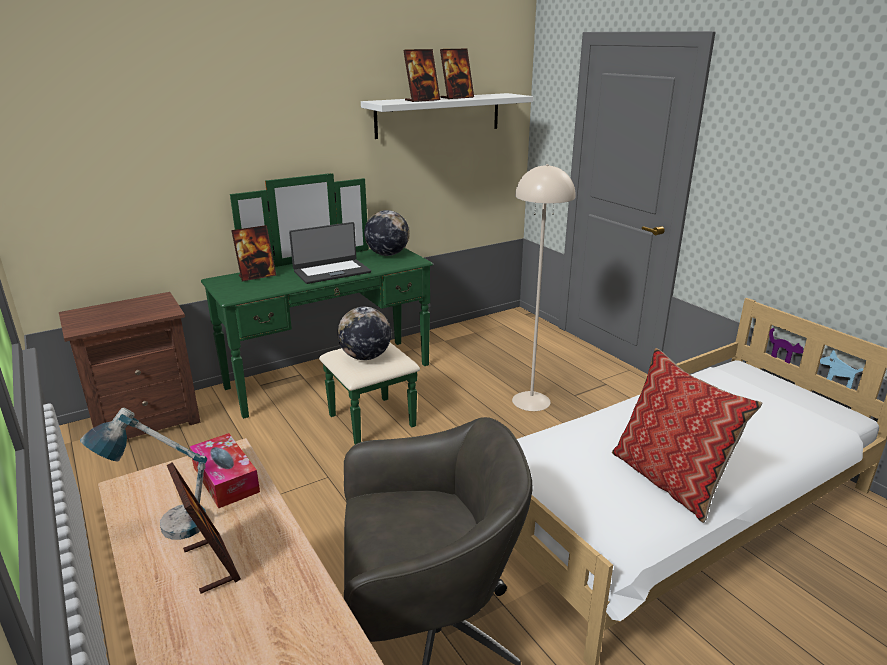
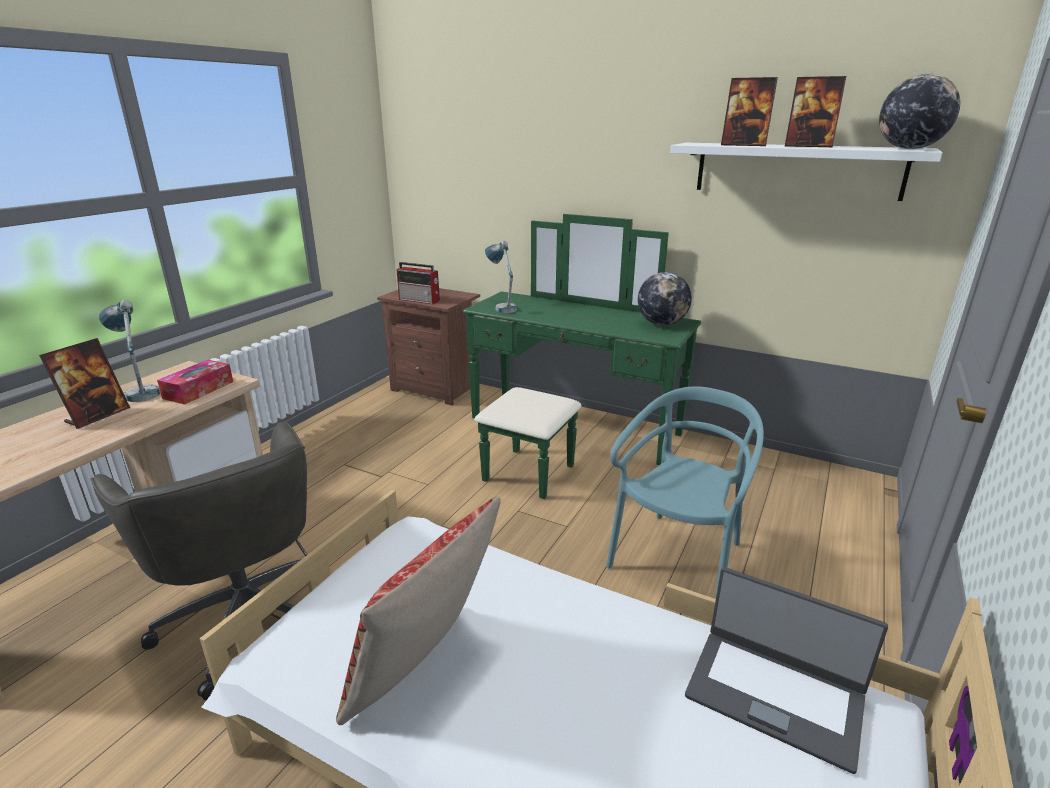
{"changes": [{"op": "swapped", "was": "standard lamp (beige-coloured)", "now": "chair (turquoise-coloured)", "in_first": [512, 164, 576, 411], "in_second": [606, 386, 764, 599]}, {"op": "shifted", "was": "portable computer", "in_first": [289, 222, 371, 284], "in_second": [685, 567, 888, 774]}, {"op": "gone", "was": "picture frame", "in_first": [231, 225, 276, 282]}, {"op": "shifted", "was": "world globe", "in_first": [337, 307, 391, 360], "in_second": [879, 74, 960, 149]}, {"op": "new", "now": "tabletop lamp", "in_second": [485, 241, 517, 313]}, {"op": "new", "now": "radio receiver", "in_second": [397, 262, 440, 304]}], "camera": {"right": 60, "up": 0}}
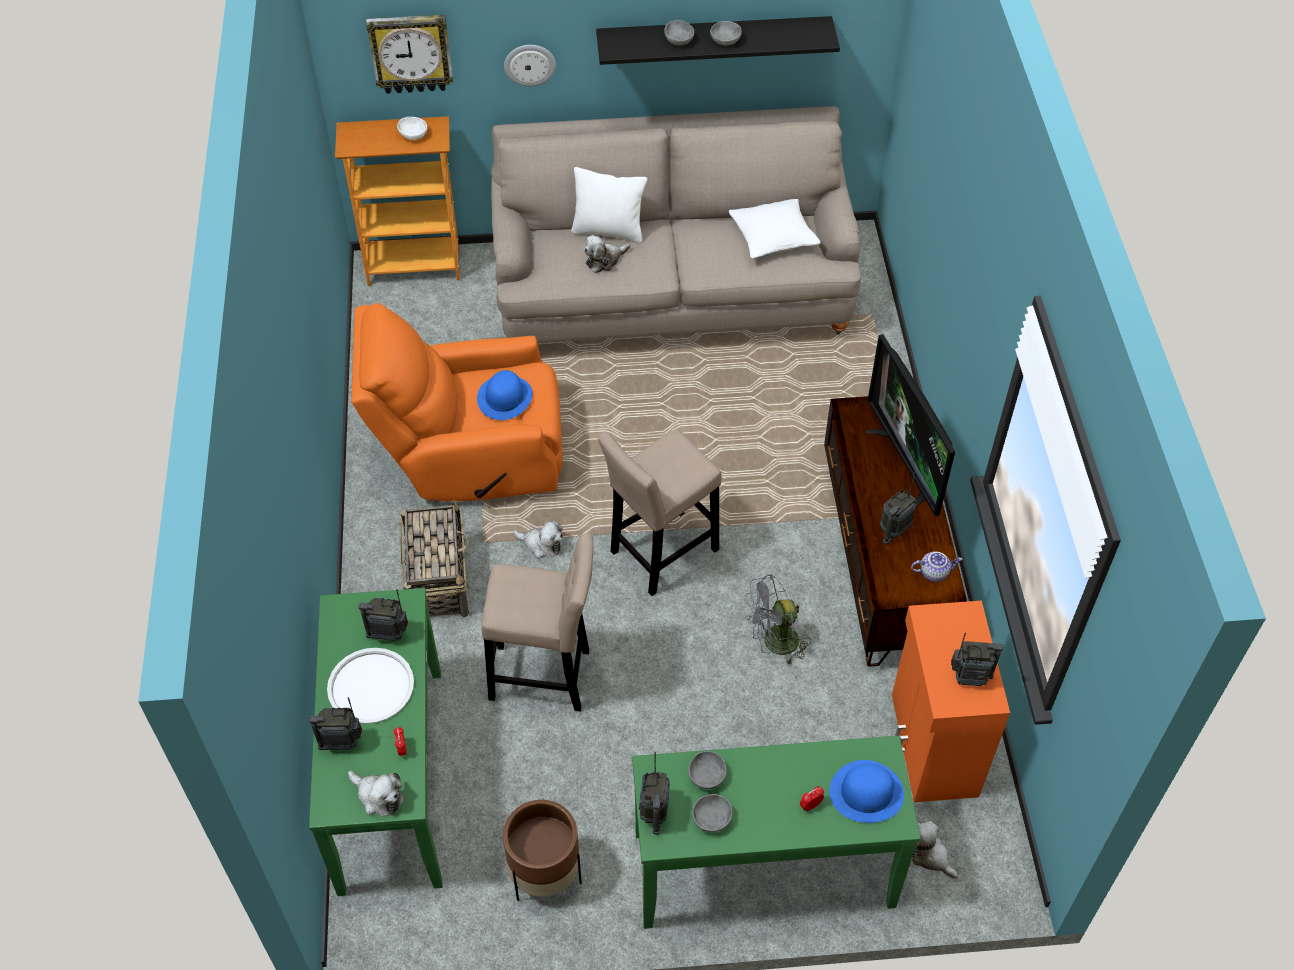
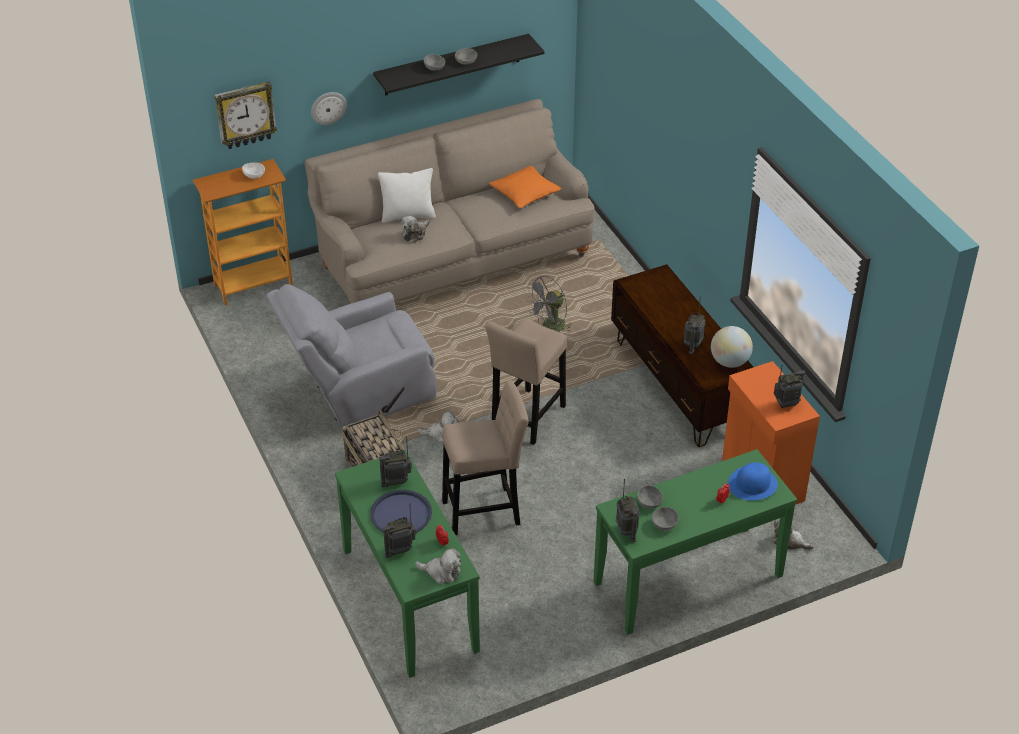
{"changes": [{"op": "repainted", "was": "cushion (white)", "now": "cushion (orange)", "in_first": [729, 199, 820, 259], "in_second": [489, 166, 561, 209]}, {"op": "repainted", "was": "easy chair (orange)", "now": "easy chair (greyish)", "in_first": [351, 303, 563, 501], "in_second": [266, 284, 437, 426]}, {"op": "gone", "was": "TV", "in_first": [867, 334, 955, 516]}, {"op": "gone", "was": "hat (blue)", "in_first": [477, 370, 533, 420]}, {"op": "swapped", "was": "tea pot", "now": "world globe", "in_first": [911, 551, 962, 582], "in_second": [711, 326, 753, 368]}, {"op": "shifted", "was": "fan (greyish)", "in_first": [745, 574, 811, 666], "in_second": [525, 276, 571, 335]}, {"op": "repainted", "was": "tray (white)", "now": "tray (blue)", "in_first": [327, 648, 414, 724], "in_second": [370, 490, 432, 533]}, {"op": "gone", "was": "flower pot (brown)", "in_first": [503, 800, 582, 901]}], "camera": {"right": -20, "up": -10}}
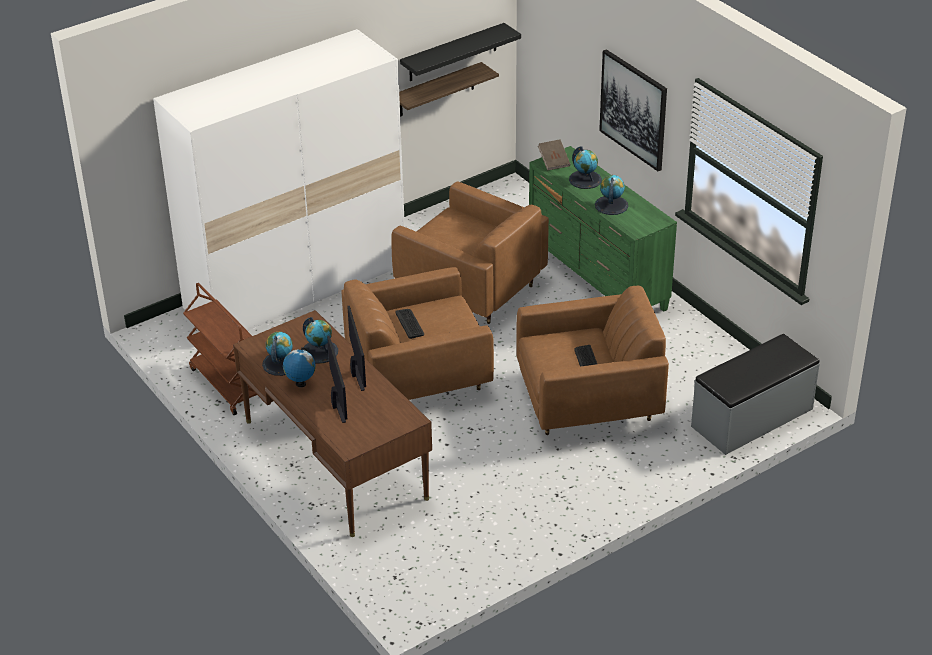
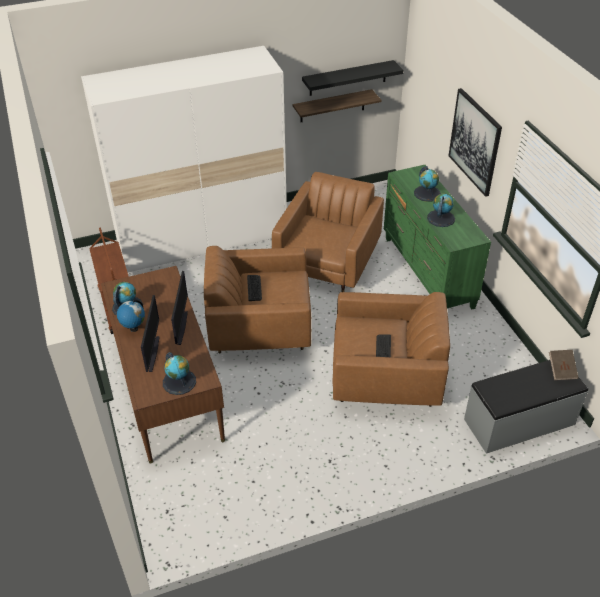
{"changes": [{"op": "shifted", "was": "bound book (brown)", "in_first": [538, 140, 571, 171], "in_second": [549, 350, 579, 380]}, {"op": "rotated", "was": "easy chair (brown)", "in_first": [391, 181, 549, 324], "in_second": [272, 172, 384, 292], "clockwise": -120}, {"op": "shifted", "was": "world globe", "in_first": [303, 317, 338, 364], "in_second": [163, 352, 196, 395]}], "camera": {"right": 15, "up": 5}}
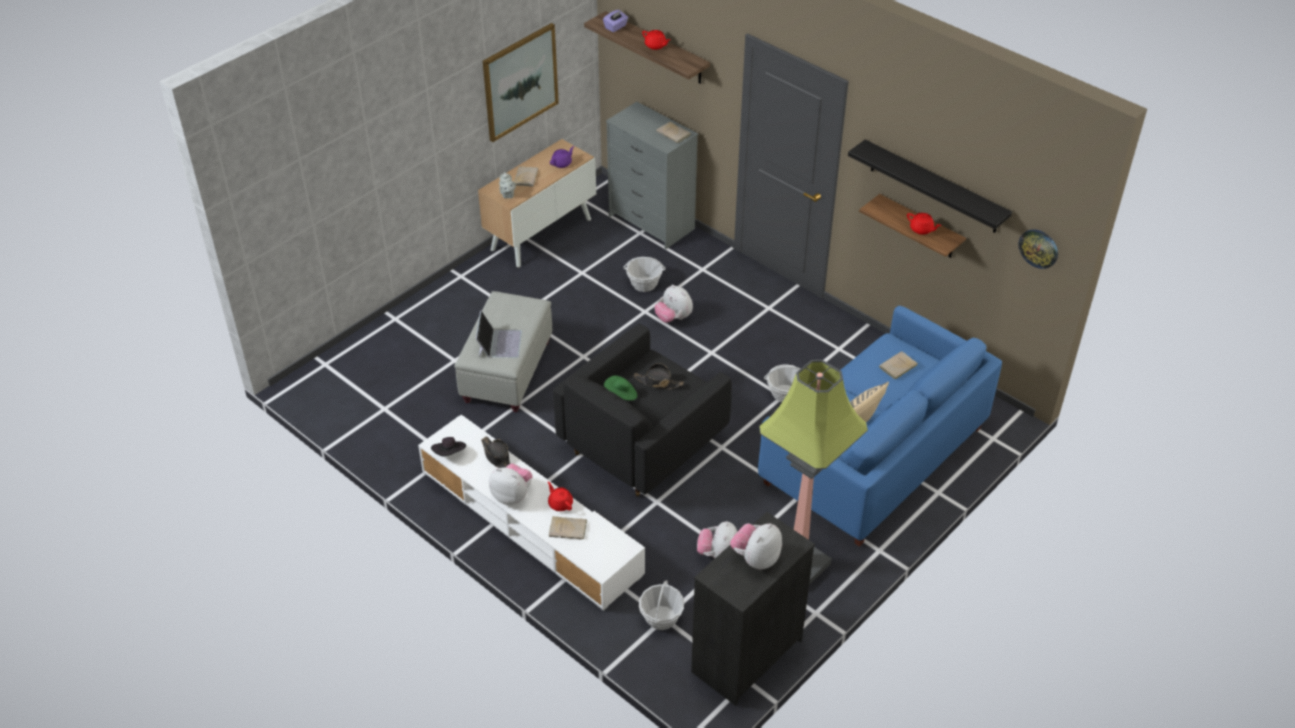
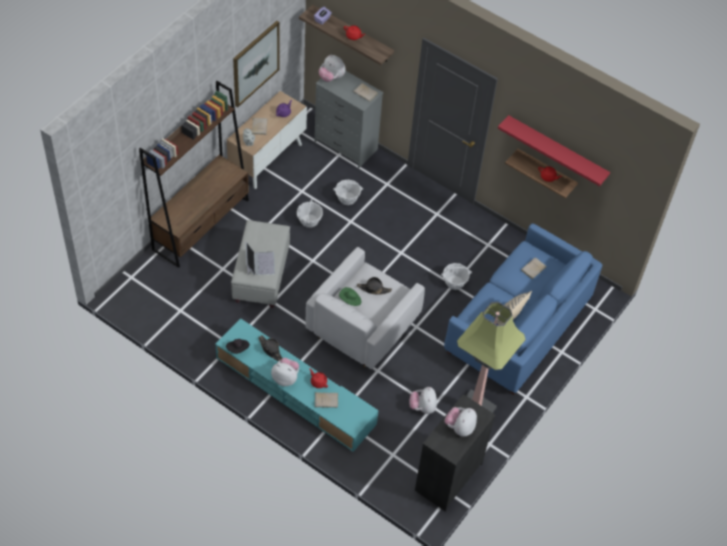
{"changes": [{"op": "repainted", "was": "bracket shelf (black-coloured)", "now": "bracket shelf (red-coloured)", "in_first": [848, 140, 1012, 233], "in_second": [498, 115, 610, 186]}, {"op": "gone", "was": "hanging clock", "in_first": [1018, 229, 1058, 269]}, {"op": "shifted", "was": "plush toy", "in_first": [655, 285, 693, 323], "in_second": [319, 55, 346, 82]}, {"op": "repainted", "was": "easy chair (black-coloured)", "now": "easy chair (white)", "in_first": [553, 324, 732, 497], "in_second": [305, 247, 425, 369]}, {"op": "repainted", "was": "tv unit (white)", "now": "tv unit (turquoise-coloured)", "in_first": [418, 415, 645, 611], "in_second": [215, 318, 379, 452]}, {"op": "shifted", "was": "storage basket", "in_first": [639, 581, 684, 630], "in_second": [297, 199, 323, 228]}, {"op": "new", "now": "bookcase (brown)", "in_second": [139, 81, 249, 268]}], "camera": {"right": -10, "up": 10}}
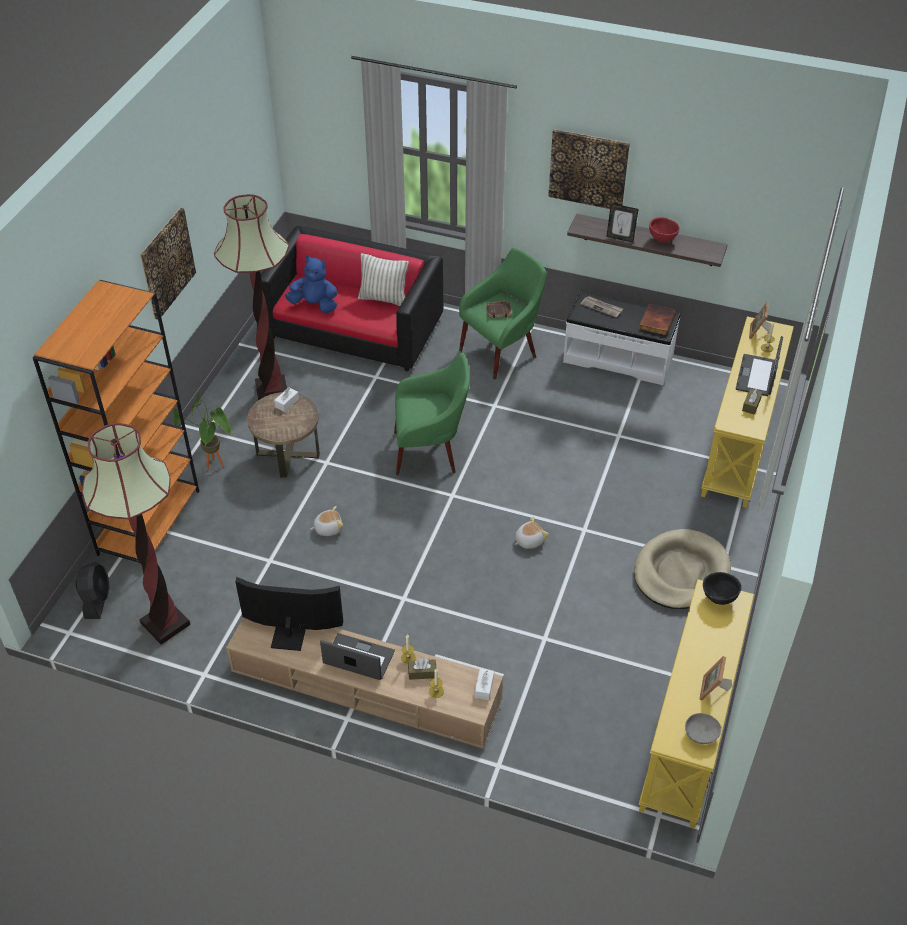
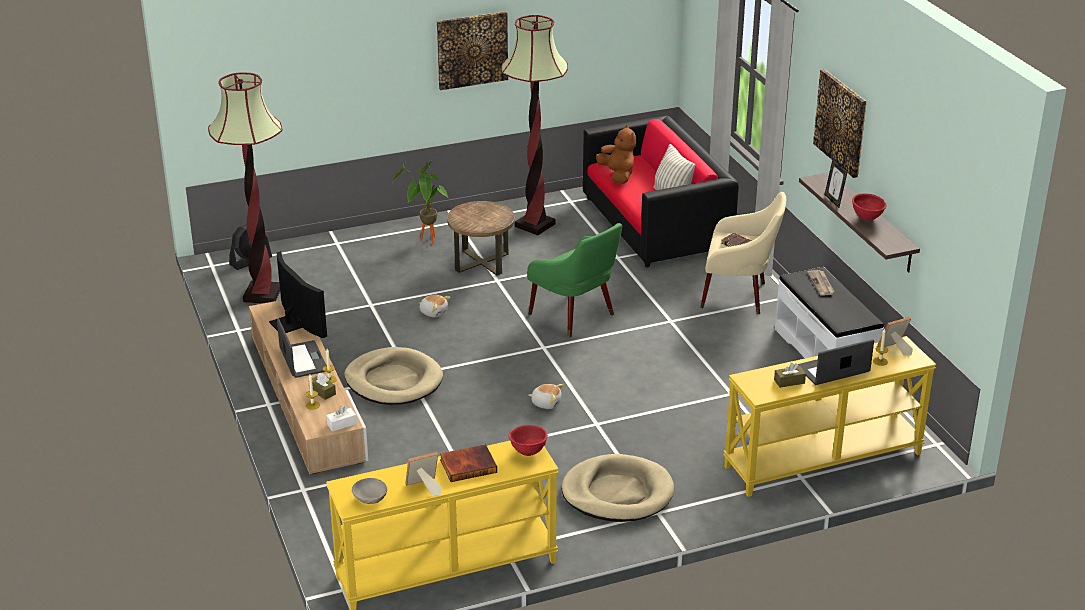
{"changes": [{"op": "repainted", "was": "easy chair (greenish)", "now": "easy chair (beige-coloured)", "in_first": [459, 248, 547, 379], "in_second": [700, 192, 786, 314]}, {"op": "repainted", "was": "plush toy (blue)", "now": "plush toy (brown)", "in_first": [285, 256, 338, 313], "in_second": [596, 125, 636, 184]}, {"op": "gone", "was": "bookcase (orange)", "in_first": [33, 280, 199, 563]}, {"op": "shifted", "was": "bound book", "in_first": [639, 304, 676, 336], "in_second": [440, 444, 497, 482]}, {"op": "gone", "was": "tissue box (white)", "in_first": [274, 387, 299, 412]}, {"op": "repainted", "was": "serving bowl (black-coloured)", "now": "serving bowl (red-coloured)", "in_first": [703, 572, 741, 605], "in_second": [509, 425, 548, 456]}, {"op": "new", "now": "dog bed (beige-coloured)", "in_second": [344, 347, 443, 405]}], "camera": {"right": 50, "up": -15}}
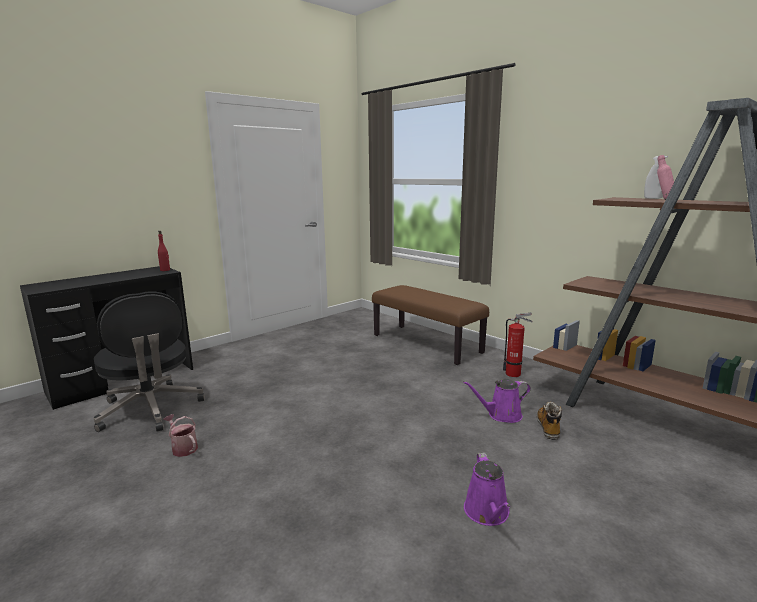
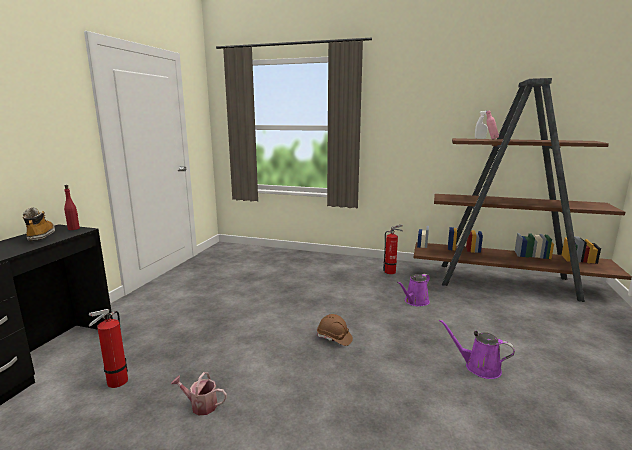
{"changes": [{"op": "gone", "was": "indoor bench (brown)", "in_first": [372, 285, 489, 365]}, {"op": "swapped", "was": "office chair (black-coloured)", "now": "fire extinguisher", "in_first": [94, 291, 205, 432], "in_second": [89, 309, 128, 388]}, {"op": "shifted", "was": "high-top boot", "in_first": [537, 402, 562, 440], "in_second": [23, 207, 55, 241]}, {"op": "rotated", "was": "watering can (purple)", "in_first": [464, 453, 510, 526], "in_second": [439, 319, 515, 379], "clockwise": 150}, {"op": "new", "now": "work helmet (brown)", "in_second": [317, 314, 353, 346]}], "camera": {"right": -30, "up": 0}}
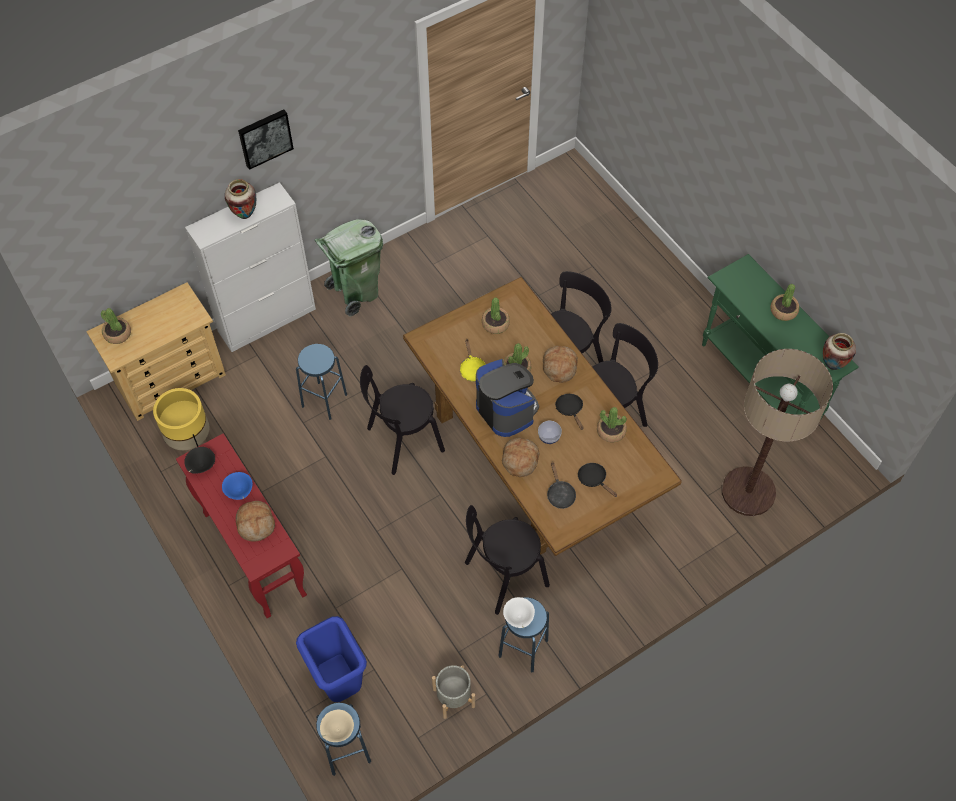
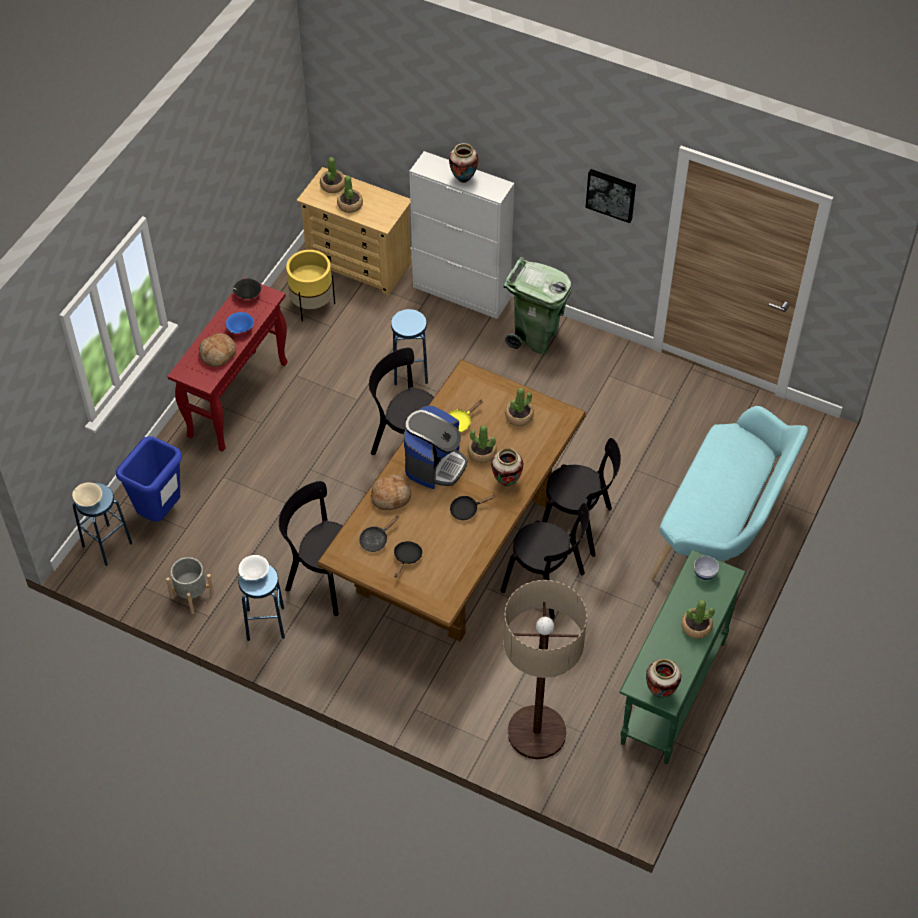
{"changes": [{"op": "shifted", "was": "wall picture", "in_first": [238, 110, 294, 170], "in_second": [586, 169, 636, 223]}, {"op": "swapped", "was": "bread", "now": "flower vase", "in_first": [543, 346, 578, 383], "in_second": [491, 448, 523, 486]}, {"op": "rotated", "was": "frying pan (black-coloured)", "in_first": [555, 394, 584, 430], "in_second": [450, 494, 497, 520], "clockwise": -150}, {"op": "shifted", "was": "houseplant", "in_first": [597, 407, 627, 442], "in_second": [337, 176, 363, 213]}, {"op": "shifted", "was": "serving bowl", "in_first": [538, 421, 562, 444], "in_second": [694, 556, 719, 580]}, {"op": "new", "now": "indoor bench (turquoise-coloured)", "in_second": [651, 406, 808, 580]}], "camera": {"right": 60, "up": -5}}
